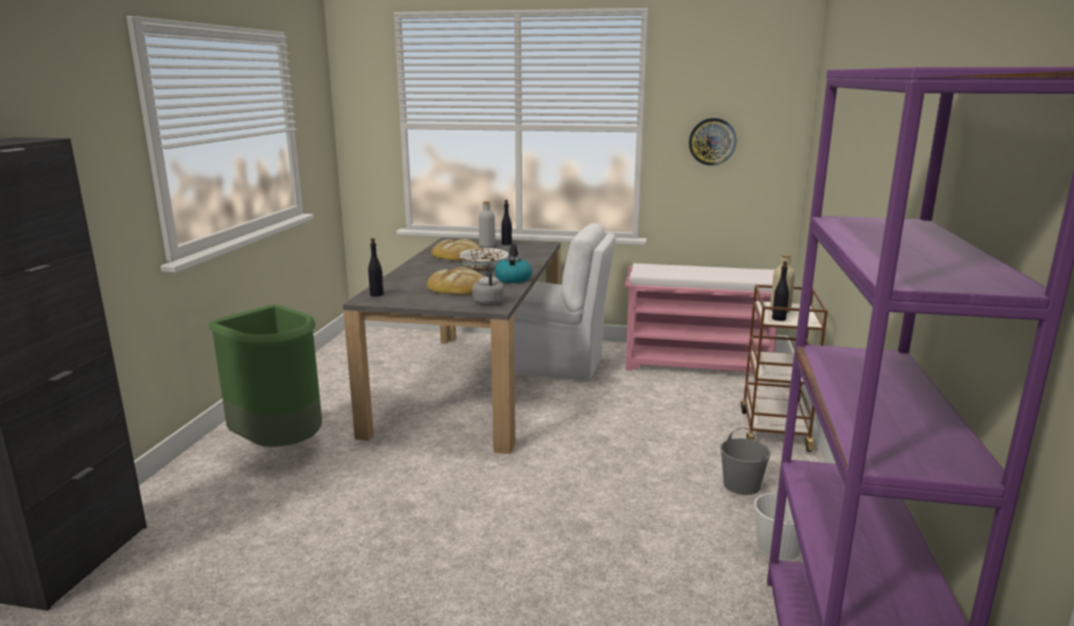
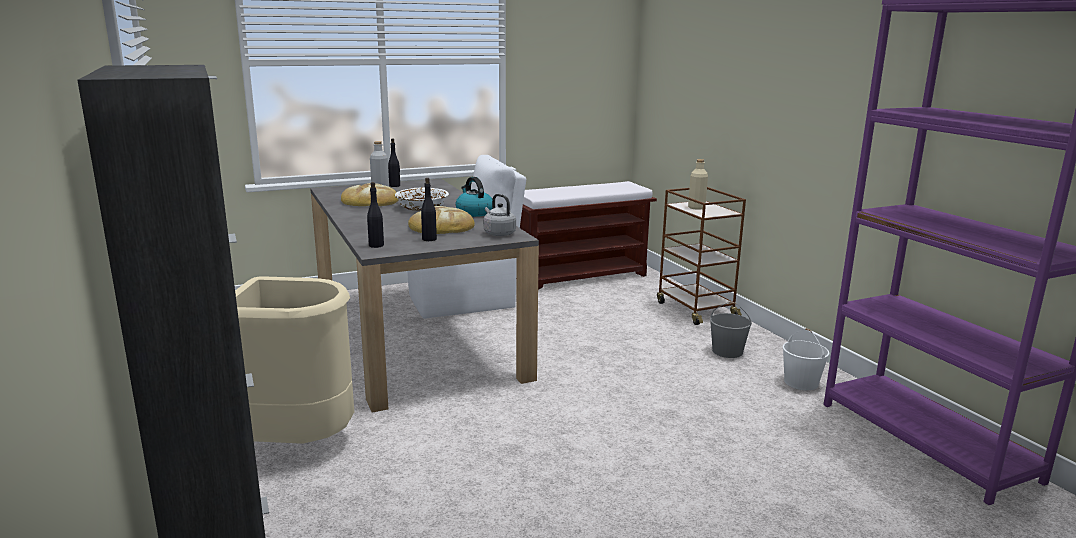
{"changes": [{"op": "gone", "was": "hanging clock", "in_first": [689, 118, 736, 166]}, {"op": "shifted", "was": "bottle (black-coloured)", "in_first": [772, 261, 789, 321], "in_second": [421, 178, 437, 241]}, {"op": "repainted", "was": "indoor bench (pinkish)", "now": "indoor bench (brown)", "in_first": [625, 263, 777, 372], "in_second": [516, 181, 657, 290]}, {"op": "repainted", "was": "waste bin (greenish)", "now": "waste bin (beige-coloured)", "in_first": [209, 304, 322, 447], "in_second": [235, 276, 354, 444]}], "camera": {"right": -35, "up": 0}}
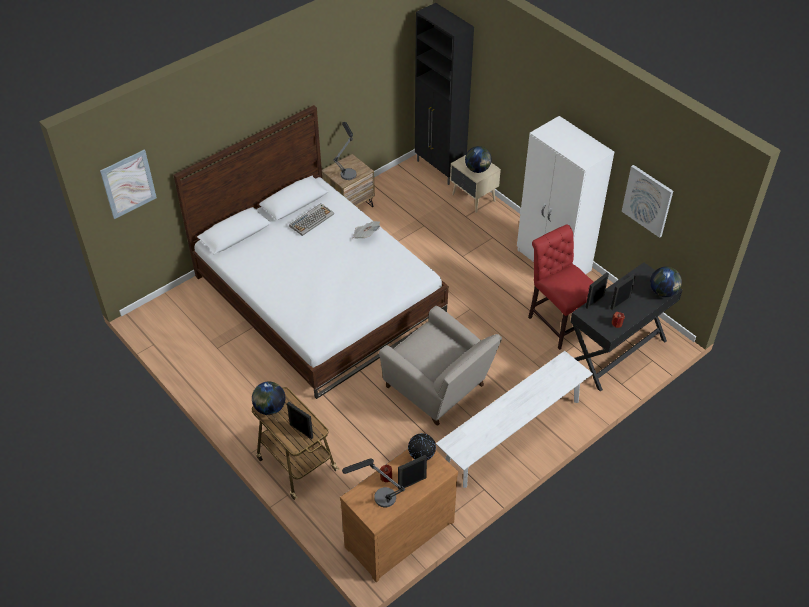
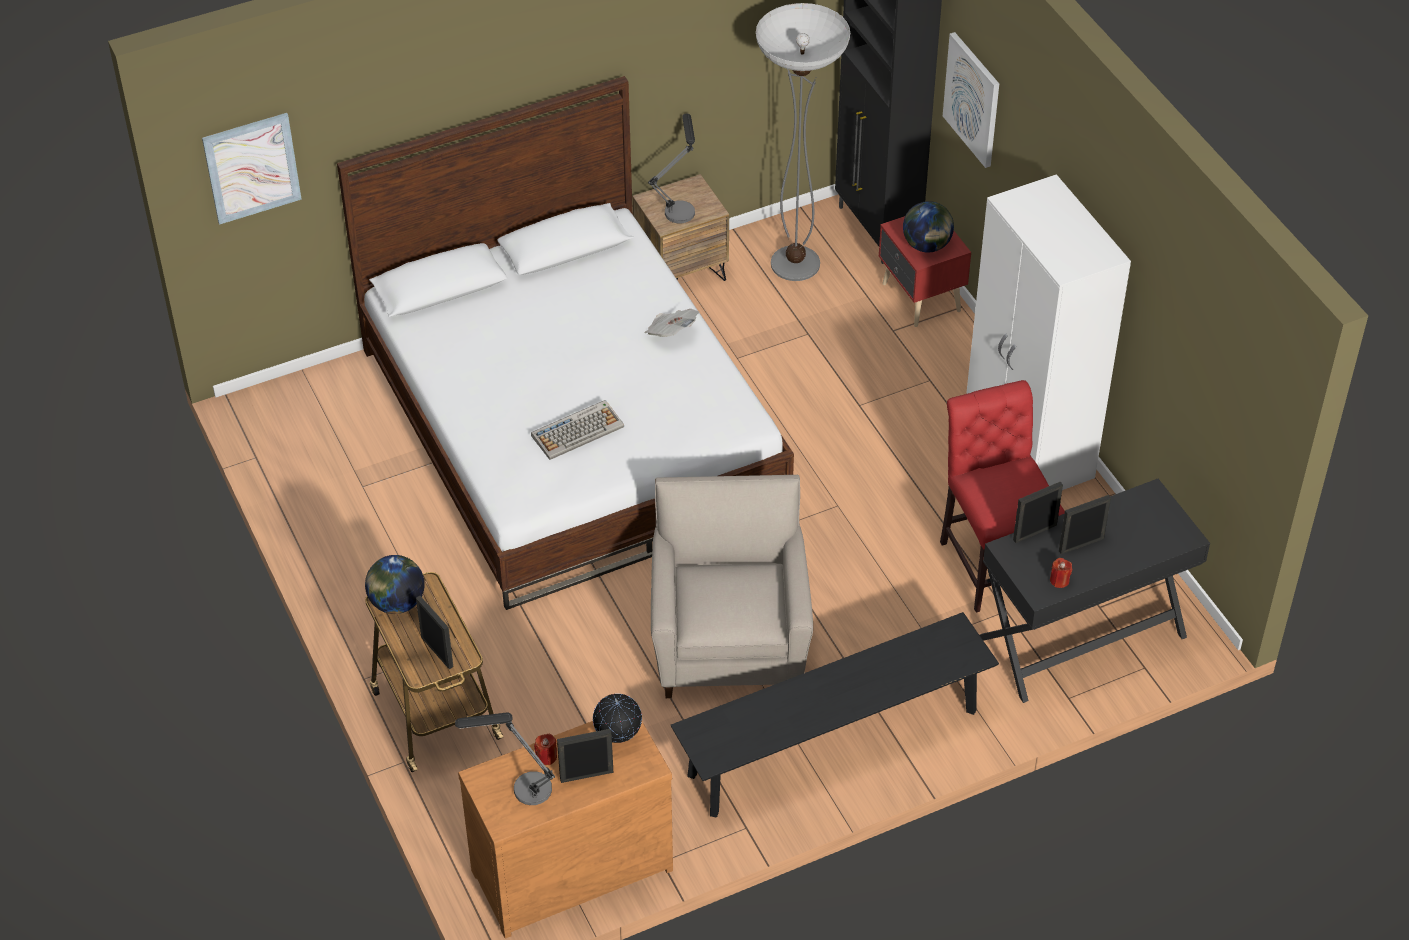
{"changes": [{"op": "repainted", "was": "bedside table (beige-coloured)", "now": "bedside table (red-coloured)", "in_first": [450, 155, 501, 213], "in_second": [879, 216, 971, 327]}, {"op": "shifted", "was": "wall picture", "in_first": [622, 165, 673, 238], "in_second": [943, 32, 999, 168]}, {"op": "shifted", "was": "PC keyboard", "in_first": [289, 203, 334, 236], "in_second": [531, 400, 624, 460]}, {"op": "gone", "was": "world globe", "in_first": [650, 267, 682, 297]}, {"op": "rotated", "was": "easy chair (beige-coloured)", "in_first": [379, 306, 502, 426], "in_second": [651, 475, 813, 698], "clockwise": -150}, {"op": "repainted", "was": "indoor bench (white)", "now": "indoor bench (black-coloured)", "in_first": [436, 351, 593, 488], "in_second": [671, 612, 999, 817]}, {"op": "new", "now": "standard lamp", "in_second": [756, 3, 850, 281]}], "camera": {"right": 15, "up": 0}}
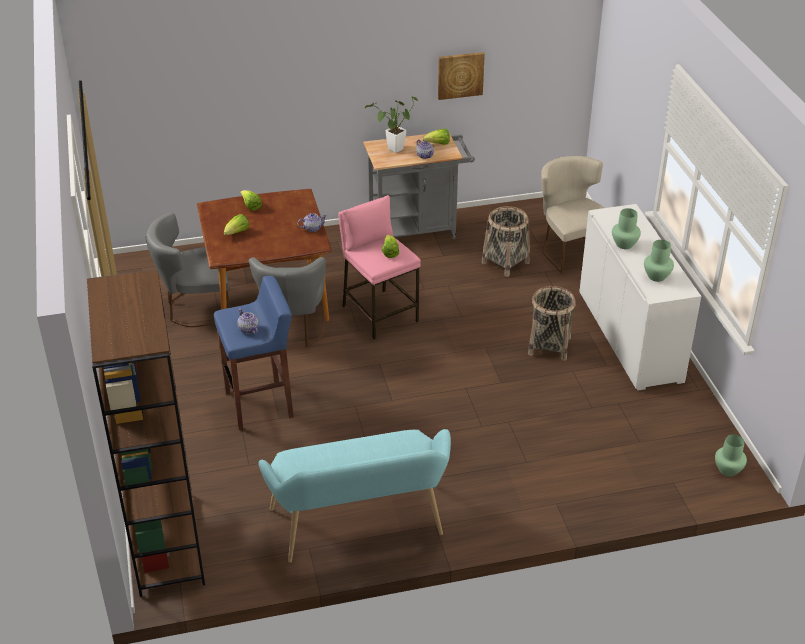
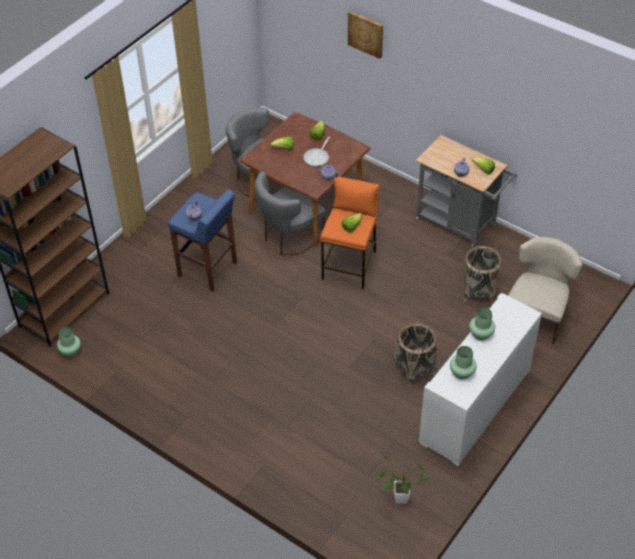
{"changes": [{"op": "shifted", "was": "wall picture", "in_first": [438, 52, 485, 100], "in_second": [348, 11, 383, 59]}, {"op": "shifted", "was": "houseplant", "in_first": [365, 97, 419, 153], "in_second": [377, 453, 429, 504]}, {"op": "repainted", "was": "stool seat (pinkish)", "now": "stool seat (orange)", "in_first": [338, 195, 421, 340], "in_second": [320, 177, 379, 289]}, {"op": "gone", "was": "indoor bench (turquoise-coloured)", "in_first": [258, 429, 451, 563]}, {"op": "shifted", "was": "flower vase (greenish)", "in_first": [715, 434, 747, 476], "in_second": [57, 327, 81, 357]}, {"op": "new", "now": "frying pan", "in_second": [303, 137, 330, 167]}], "camera": {"right": 50, "up": 10}}
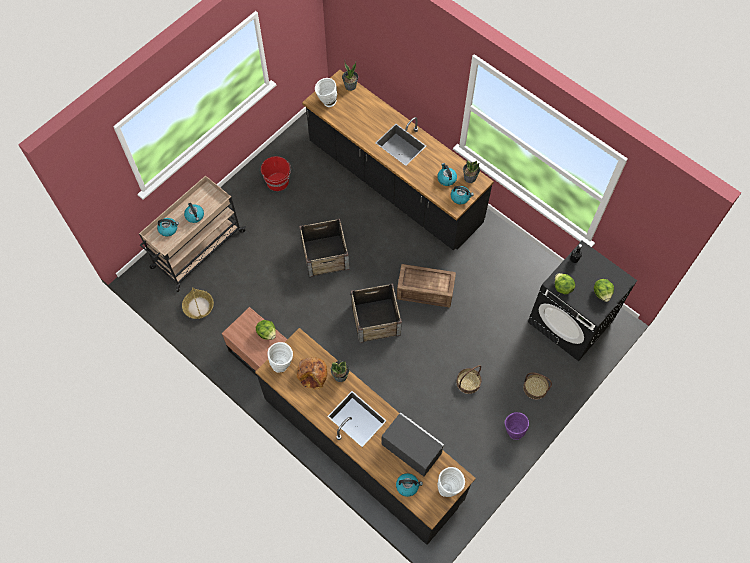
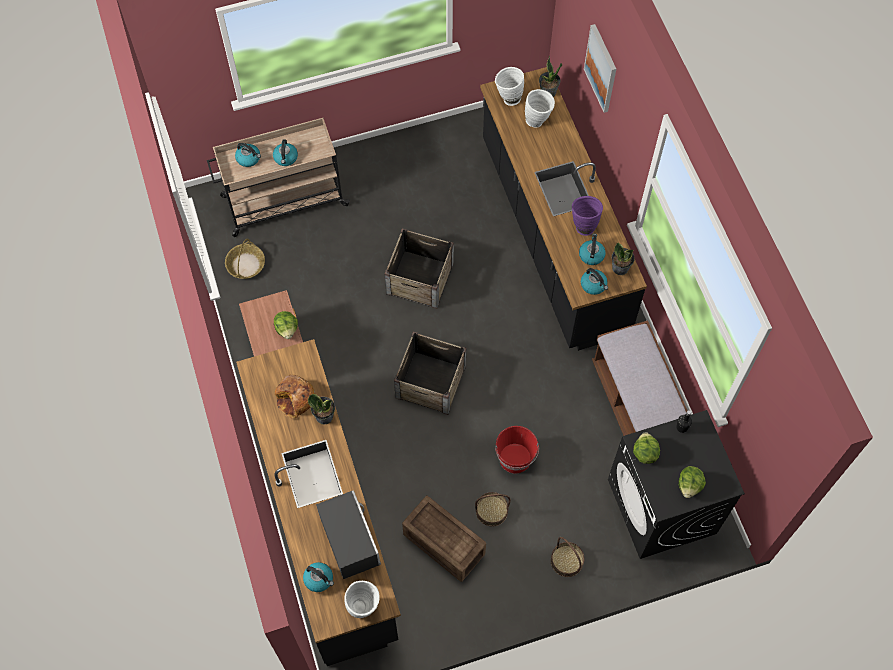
{"changes": [{"op": "shifted", "was": "pail (red-coloured)", "in_first": [261, 156, 291, 191], "in_second": [495, 426, 539, 473]}, {"op": "shifted", "was": "shipping crate", "in_first": [397, 264, 456, 308], "in_second": [402, 496, 486, 582]}, {"op": "shifted", "was": "flower vase (white)", "in_first": [268, 342, 293, 373], "in_second": [525, 89, 555, 128]}, {"op": "shifted", "was": "flower vase (purple)", "in_first": [504, 412, 529, 440], "in_second": [572, 196, 603, 236]}, {"op": "new", "now": "wall picture", "in_second": [584, 24, 616, 113]}, {"op": "new", "now": "indoor bench (brown)", "in_second": [592, 320, 688, 436]}], "camera": {"right": 30, "up": 0}}
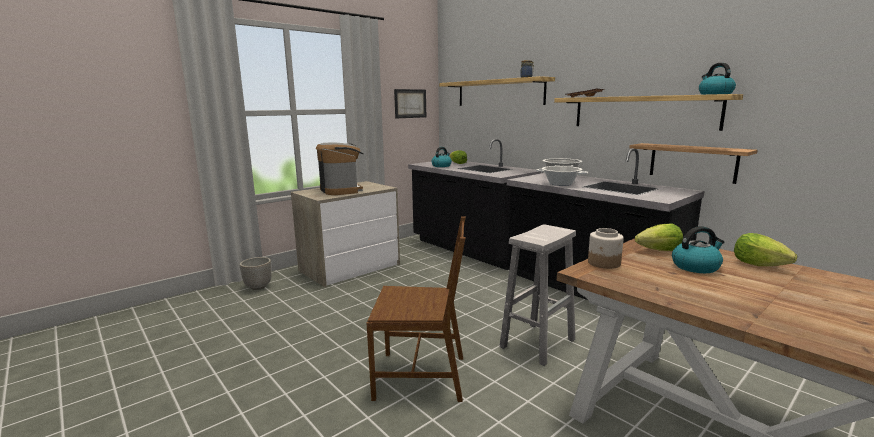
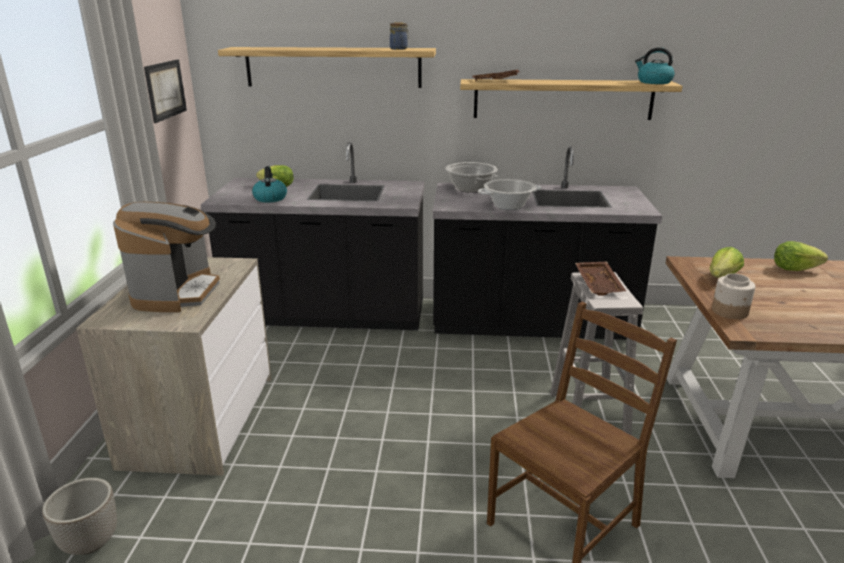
{"changes": [{"op": "rotated", "was": "coffee maker", "in_first": [316, 143, 364, 195], "in_second": [113, 202, 220, 312], "clockwise": 75}, {"op": "gone", "was": "bracket shelf", "in_first": [629, 143, 757, 184]}, {"op": "gone", "was": "water kettle", "in_first": [672, 226, 724, 273]}, {"op": "new", "now": "tray (brown)", "in_second": [575, 261, 626, 296]}], "camera": {"right": -45, "up": 10}}
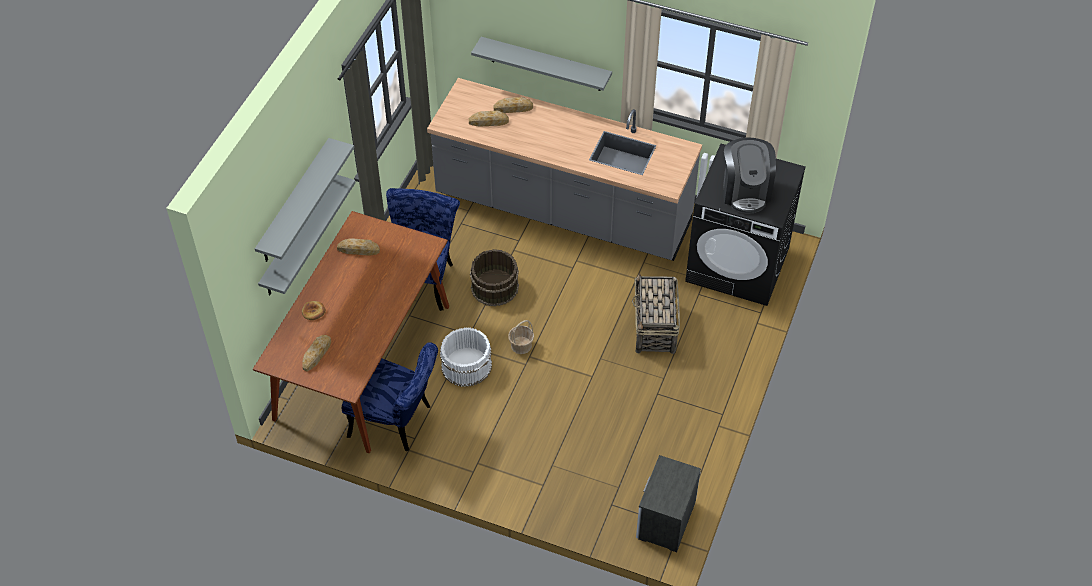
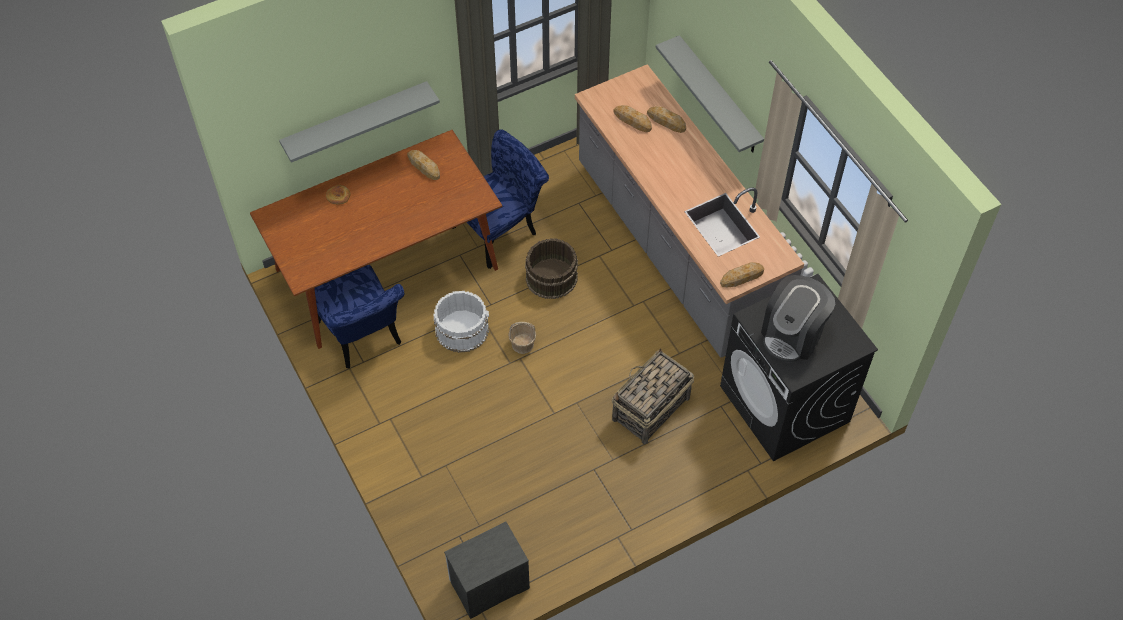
{"changes": [{"op": "gone", "was": "bracket shelf (greyish)", "in_first": [255, 138, 354, 262]}, {"op": "shifted", "was": "bread", "in_first": [302, 335, 331, 371], "in_second": [720, 262, 764, 287]}], "camera": {"right": 40, "up": 5}}
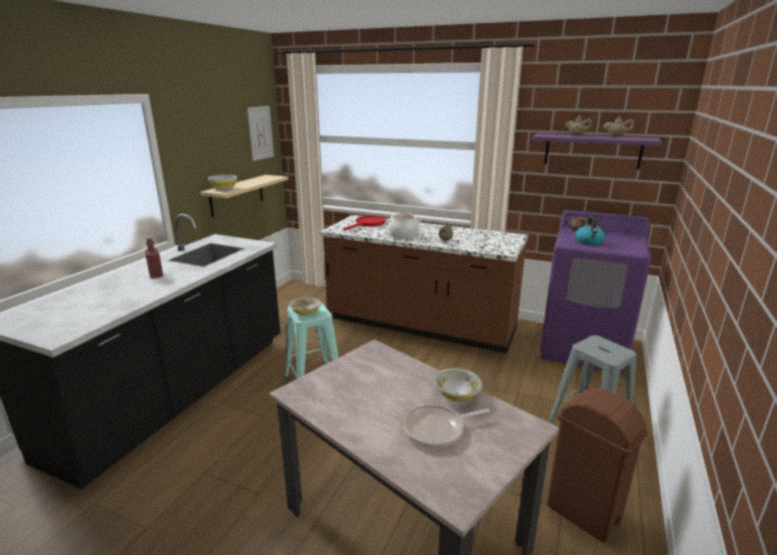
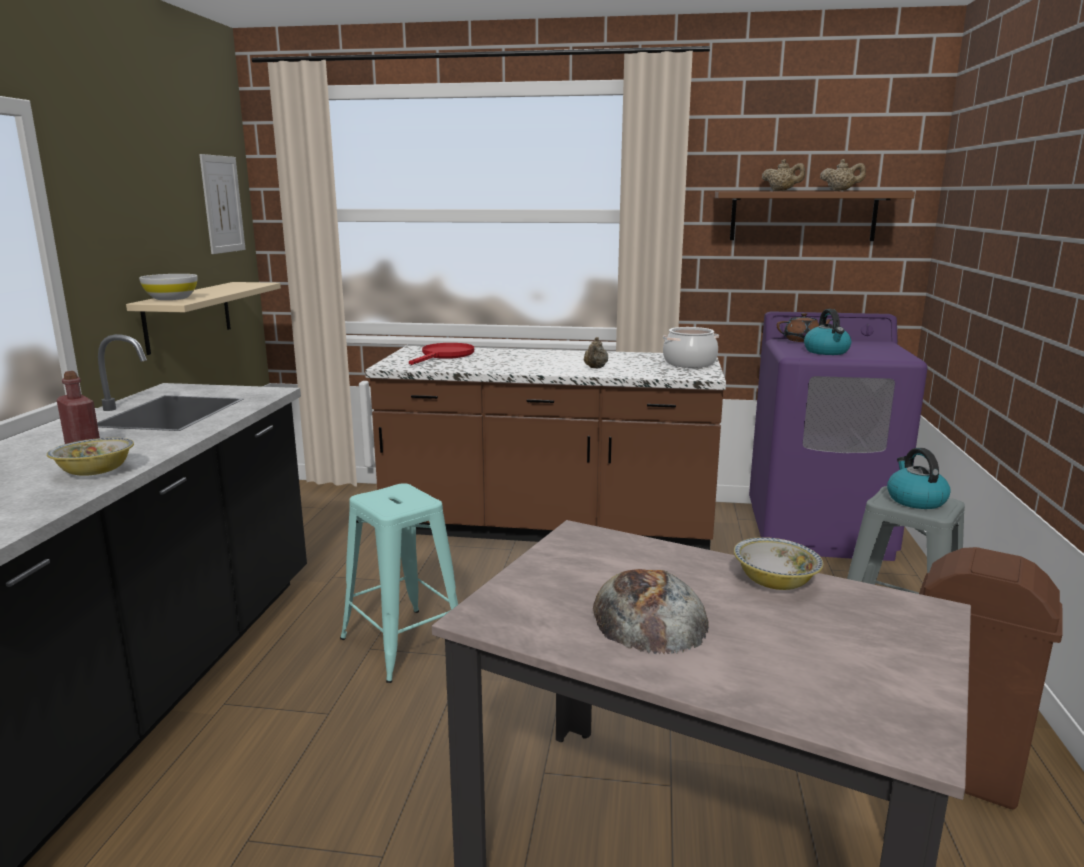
{"changes": [{"op": "repainted", "was": "bracket shelf (purple)", "now": "bracket shelf (brown)", "in_first": [532, 133, 662, 169], "in_second": [715, 192, 915, 241]}, {"op": "shifted", "was": "cooking pot", "in_first": [386, 213, 421, 239], "in_second": [663, 327, 719, 368]}, {"op": "shifted", "was": "serving bowl", "in_first": [289, 297, 322, 316], "in_second": [47, 438, 134, 476]}, {"op": "gone", "was": "frying pan", "in_first": [403, 405, 490, 448]}, {"op": "new", "now": "water kettle", "in_second": [887, 448, 951, 509]}, {"op": "new", "now": "bread", "in_second": [593, 569, 709, 654]}], "camera": {"right": -15, "up": -5}}
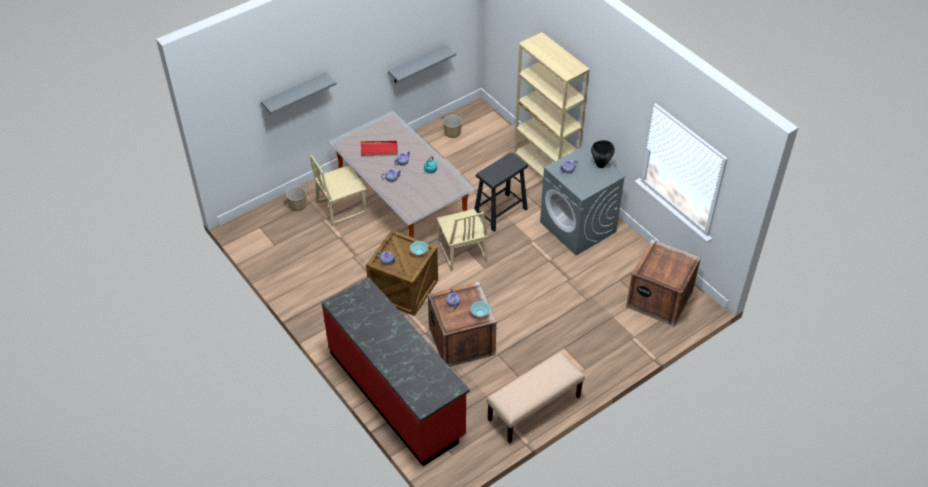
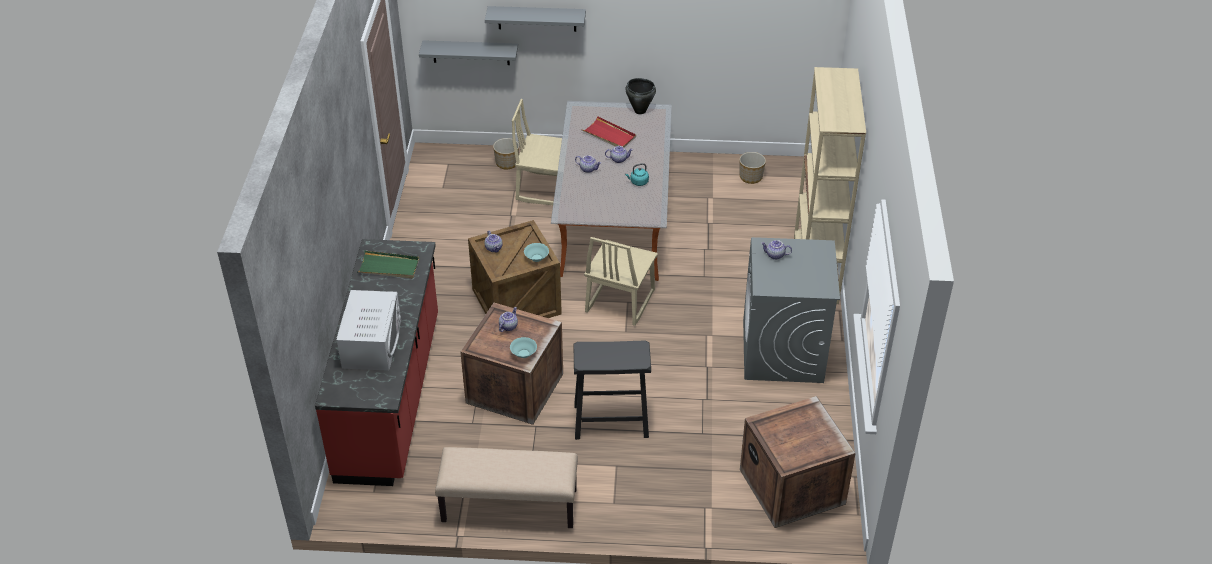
{"changes": [{"op": "shifted", "was": "bracket shelf (greyish)", "in_first": [388, 44, 456, 83], "in_second": [419, 40, 518, 65]}, {"op": "shifted", "was": "cooking pot (black-coloured)", "in_first": [591, 140, 615, 168], "in_second": [626, 78, 656, 114]}, {"op": "shifted", "was": "stool seat (black-coloured)", "in_first": [474, 153, 528, 232], "in_second": [573, 340, 651, 440]}, {"op": "new", "now": "tray (greenish)", "in_second": [357, 251, 419, 278]}, {"op": "new", "now": "kitchen microwave (white)", "in_second": [337, 290, 401, 371]}], "camera": {"right": 40, "up": -5}}
